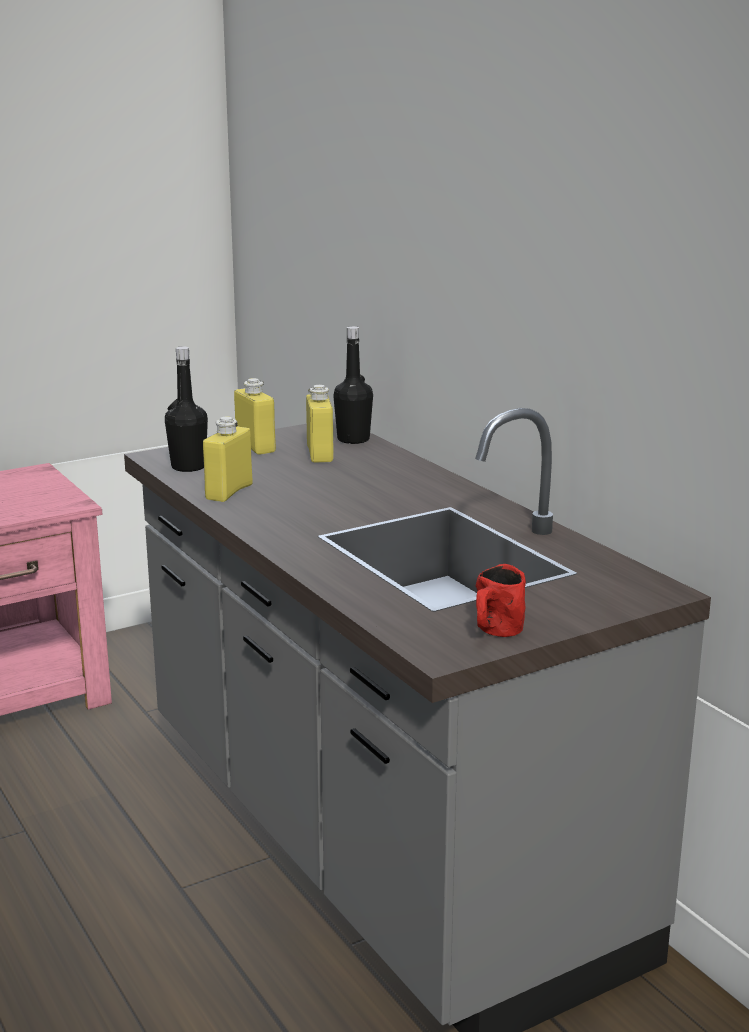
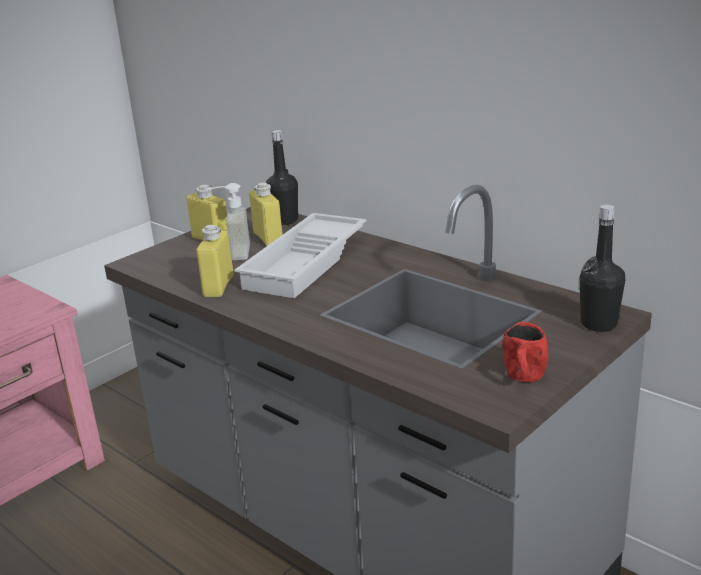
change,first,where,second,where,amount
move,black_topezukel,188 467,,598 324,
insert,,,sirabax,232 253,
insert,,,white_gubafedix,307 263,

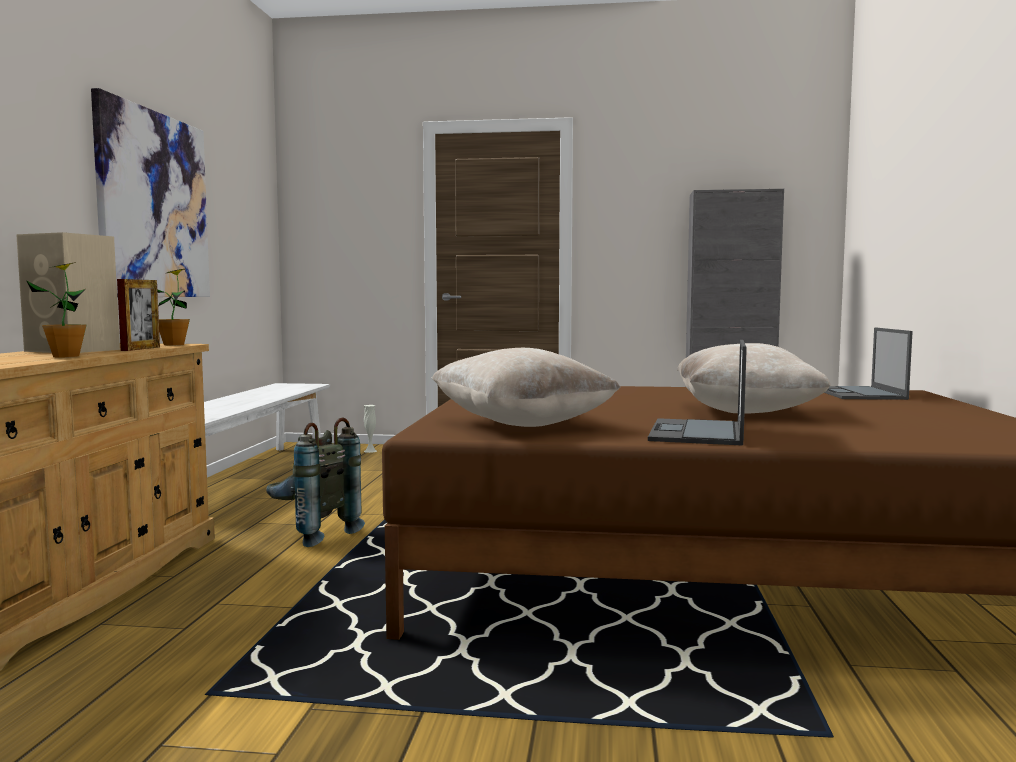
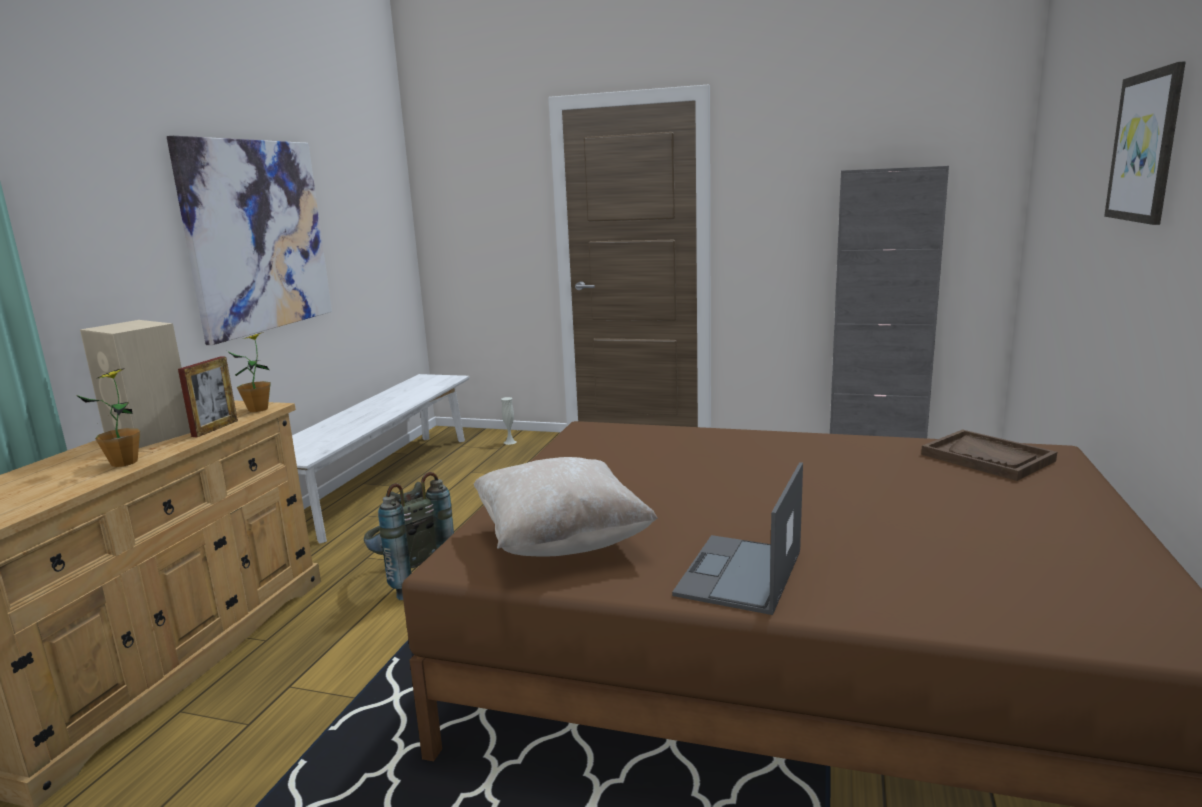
change,first,where,second,where,amount
delete,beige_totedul,746 412,,,
replace,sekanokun,859 394,brown_gubafedix,987 457,
insert,,,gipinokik,1146 147,

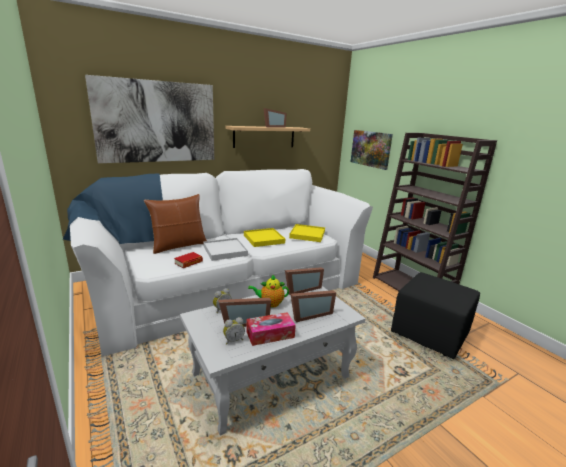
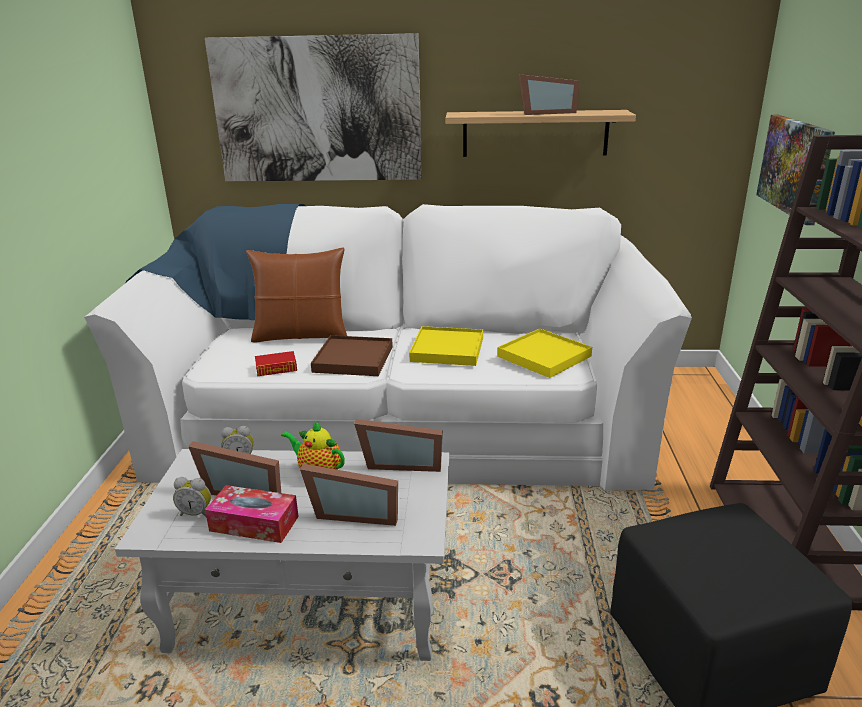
change,first,where,second,where,amount
recolor,white_gubafedix,225 251,brown_gubafedix,353 359,

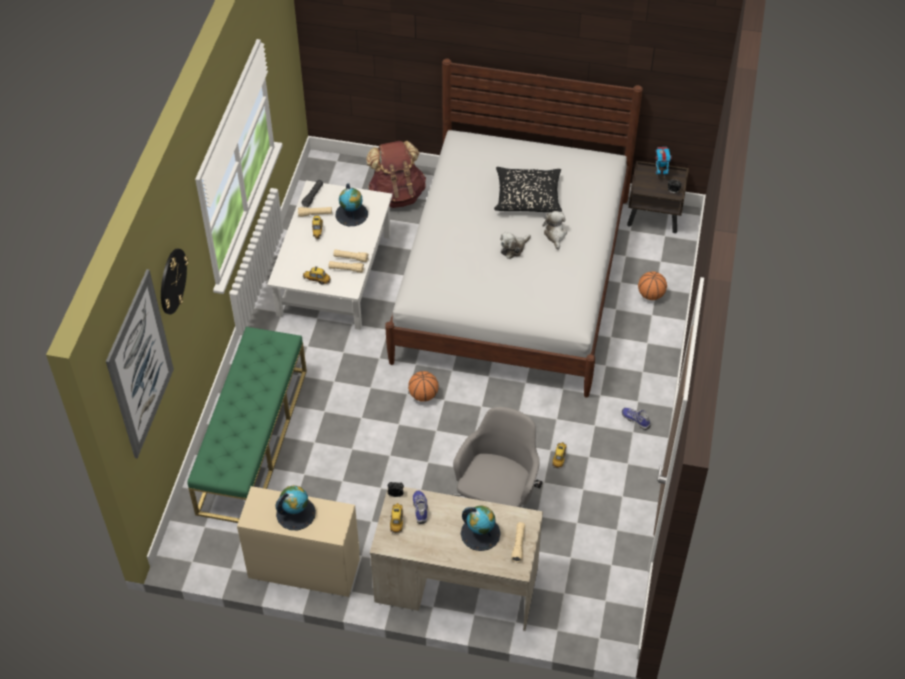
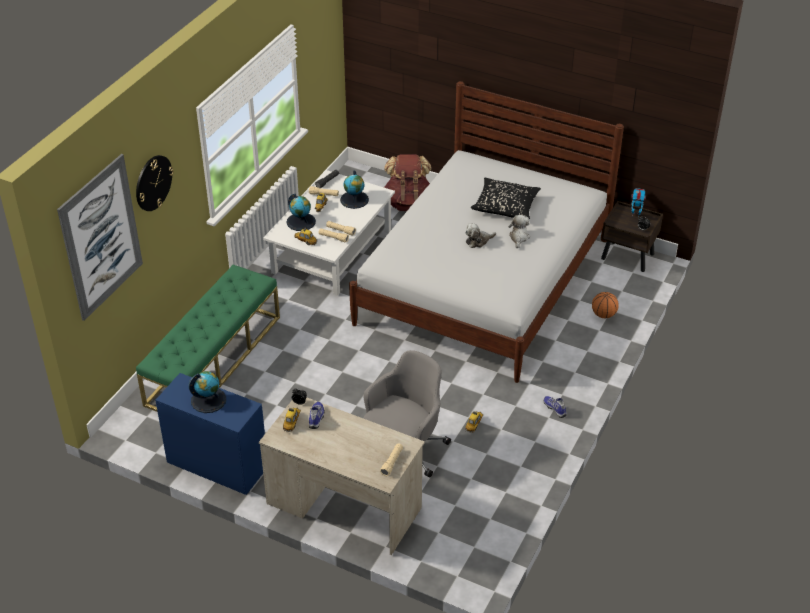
change,first,where,second,where,amount
recolor,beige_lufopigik,304 566,blue_lufopigik,217 463,
delete,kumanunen,423 395,,,
move,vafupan,480 533,,301 221,

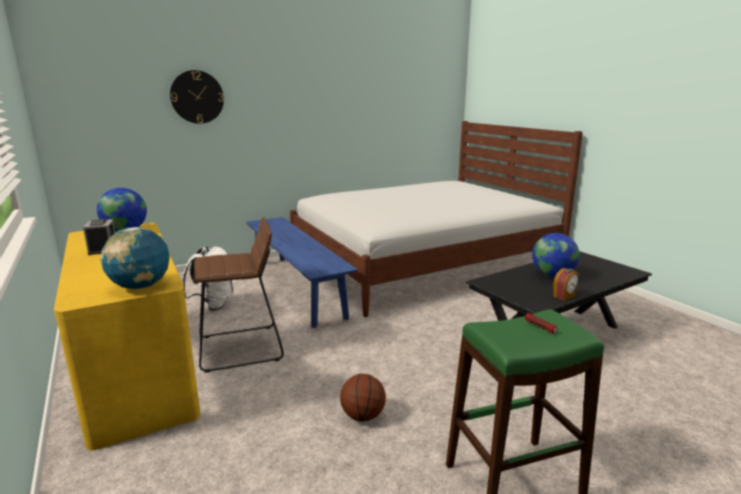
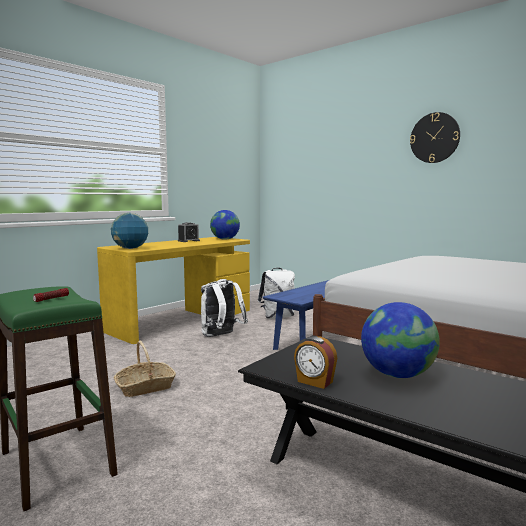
change,first,where,second,where,amount
move,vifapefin,197 97,,434 138,
replace,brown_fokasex,240 348,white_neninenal,221 336,
replace,kumanunen,363 416,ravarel,145 387,

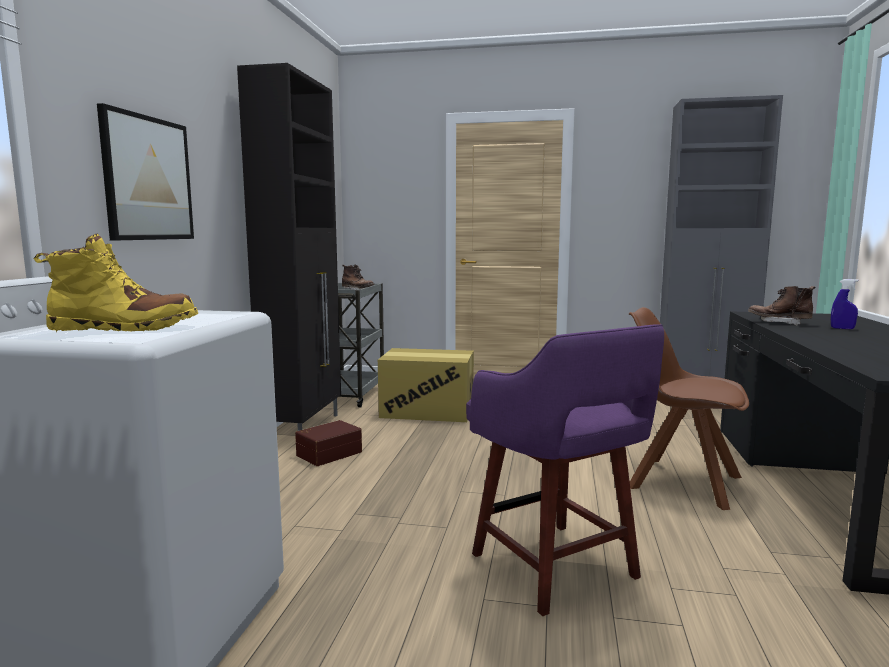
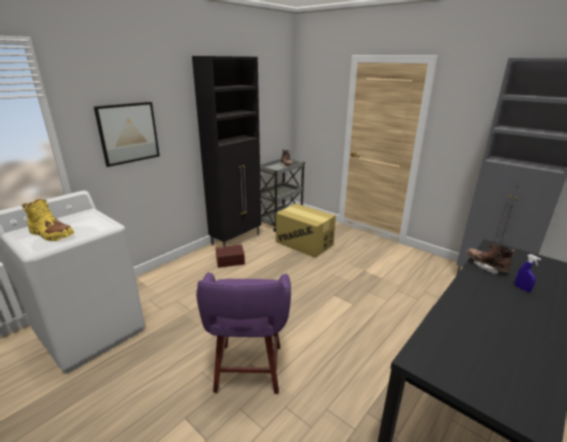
change,first,where,second,where,amount
delete,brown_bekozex,681 481,,,

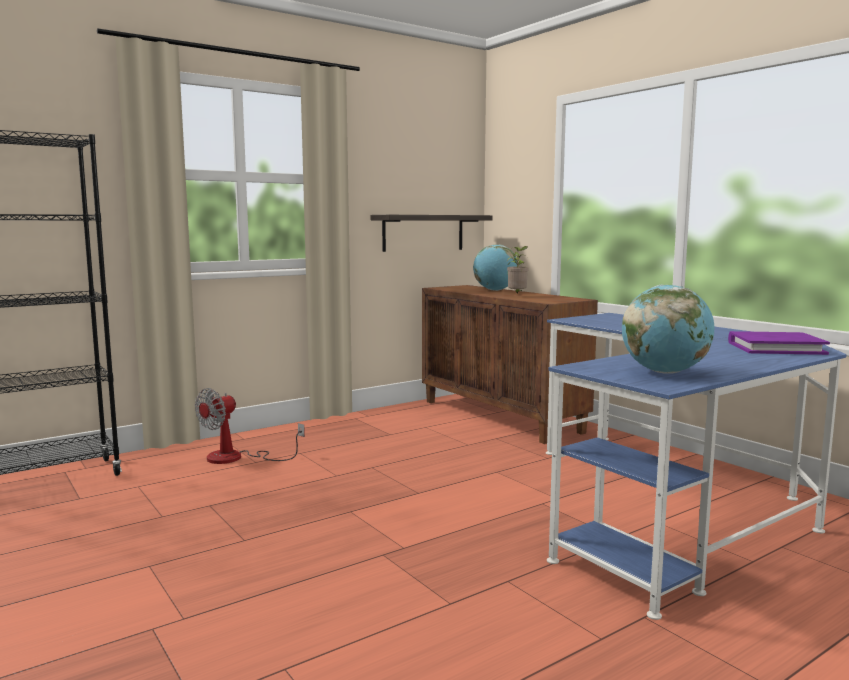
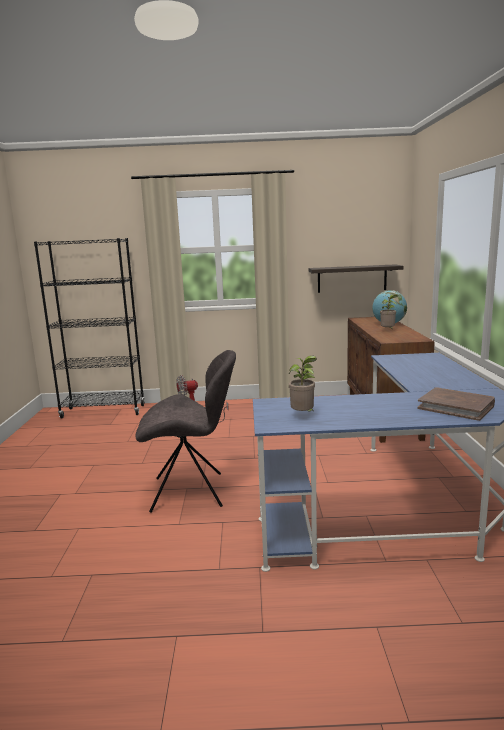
change,first,where,second,where,amount
replace,vafupan,664 372,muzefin,303 415,
recolor,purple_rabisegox,775 348,brown_rabisegox,456 407,
insert,,,grey_bekozex,191 492,

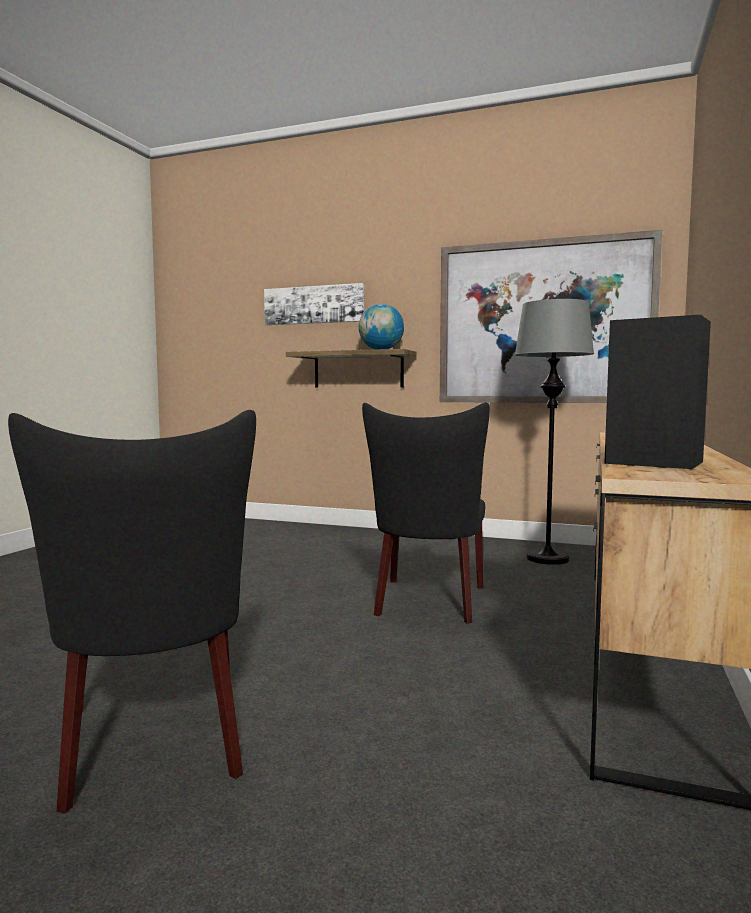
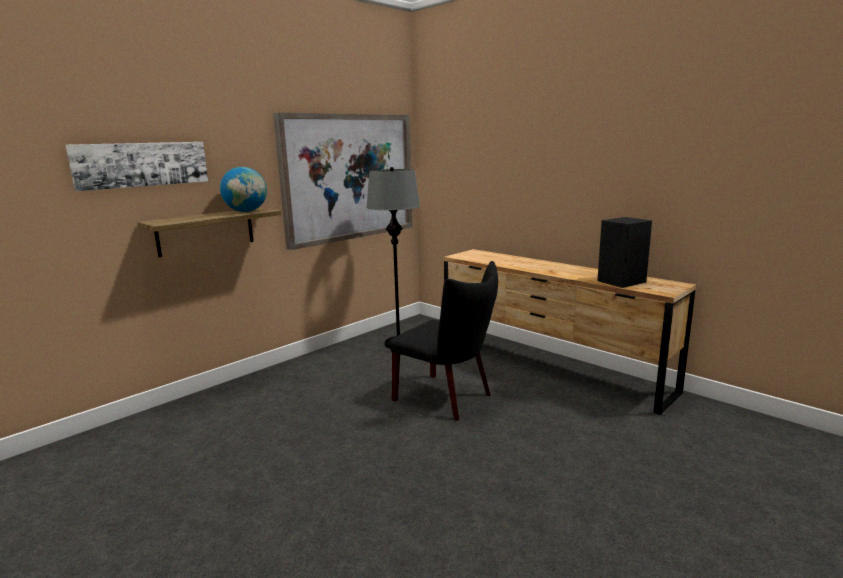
change,first,where,second,where,amount
delete,black_bekozex,155 747,,,

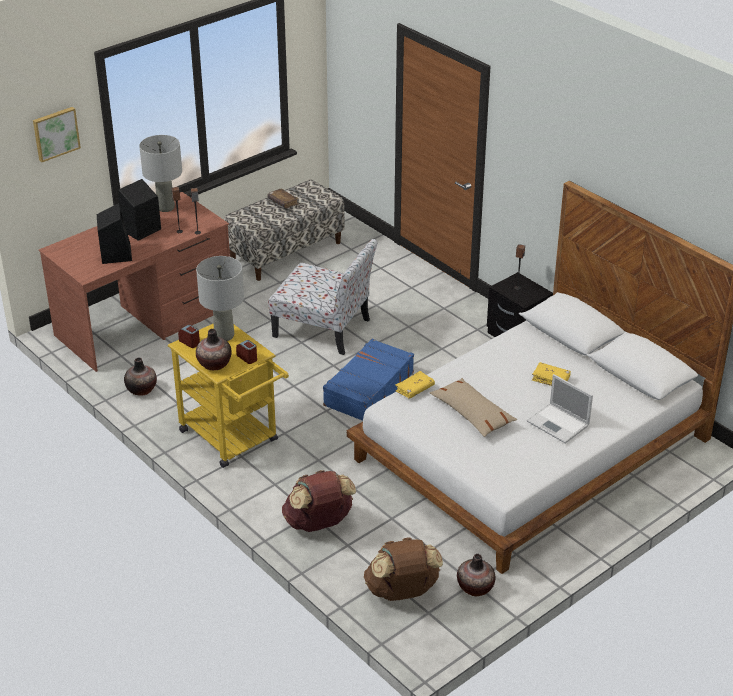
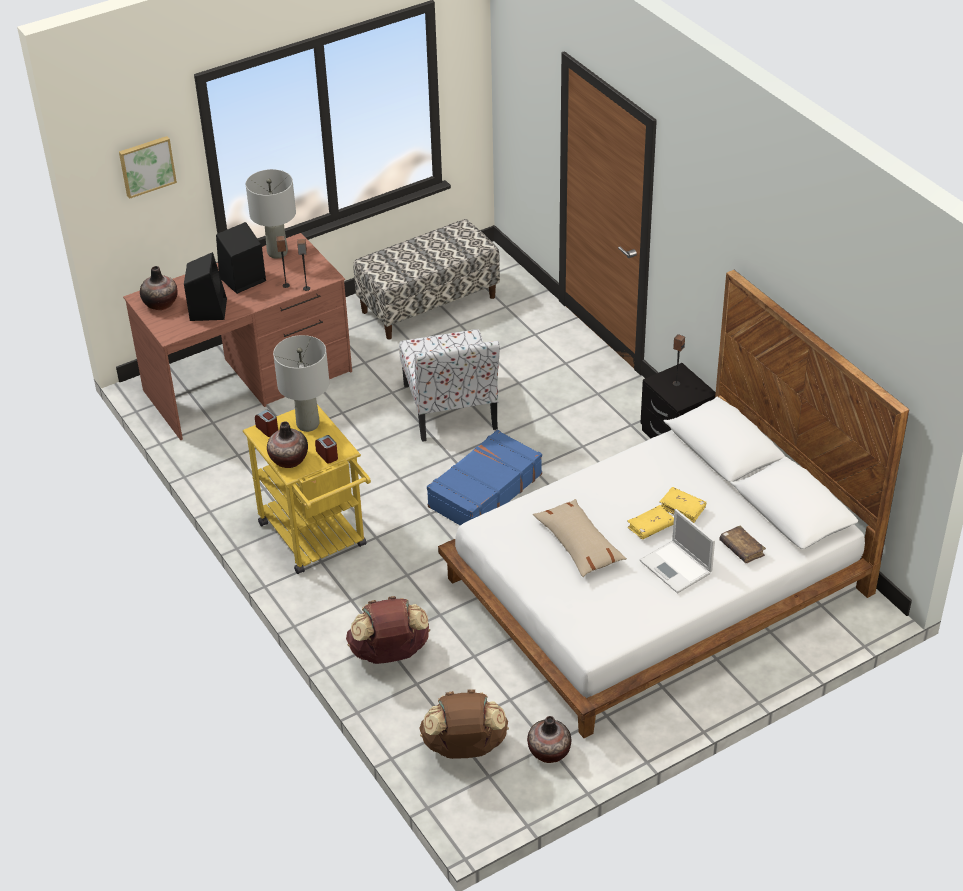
change,first,where,second,where,amount
move,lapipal,141 389,,161 303,
move,brown_rabisegox,283 202,,741 549,
rotate,bekozex,324 329,,451 408,45 degrees clockwise
move,yellow_rabisegox,414 389,,650 527,

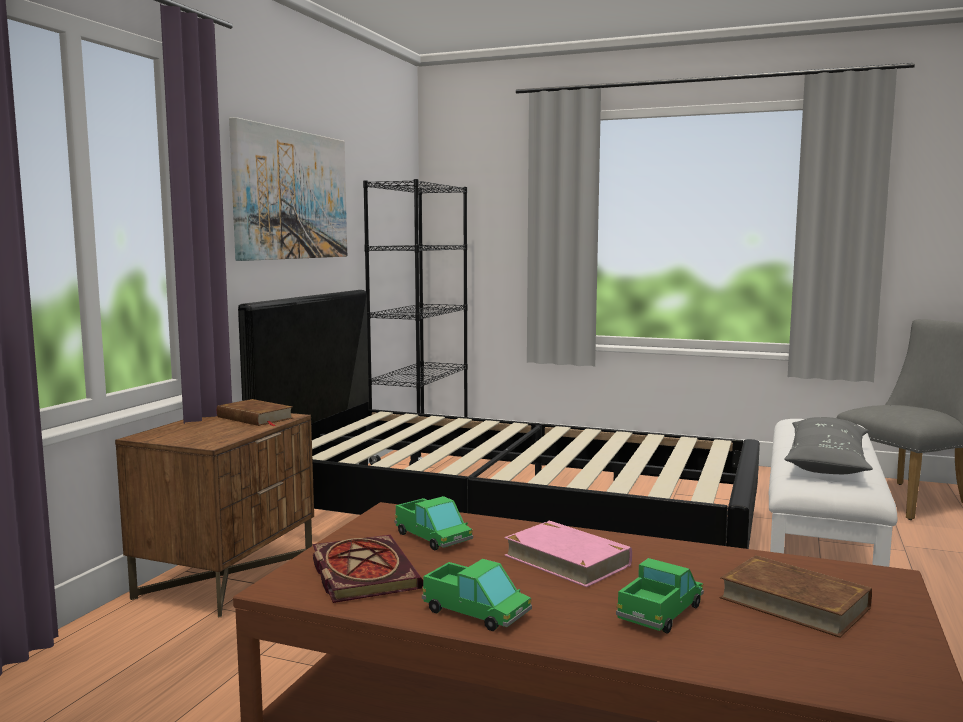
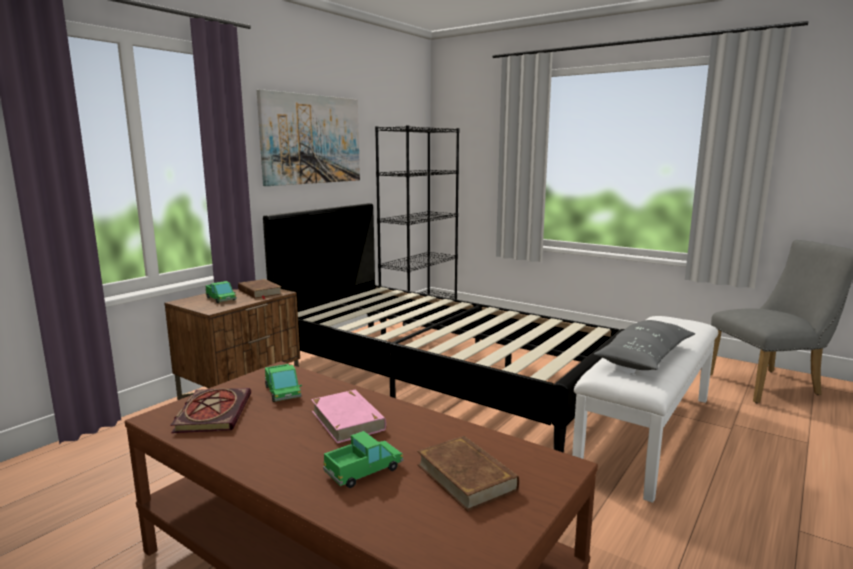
change,first,where,second,where,amount
move,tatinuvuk,476 612,,221 299,

